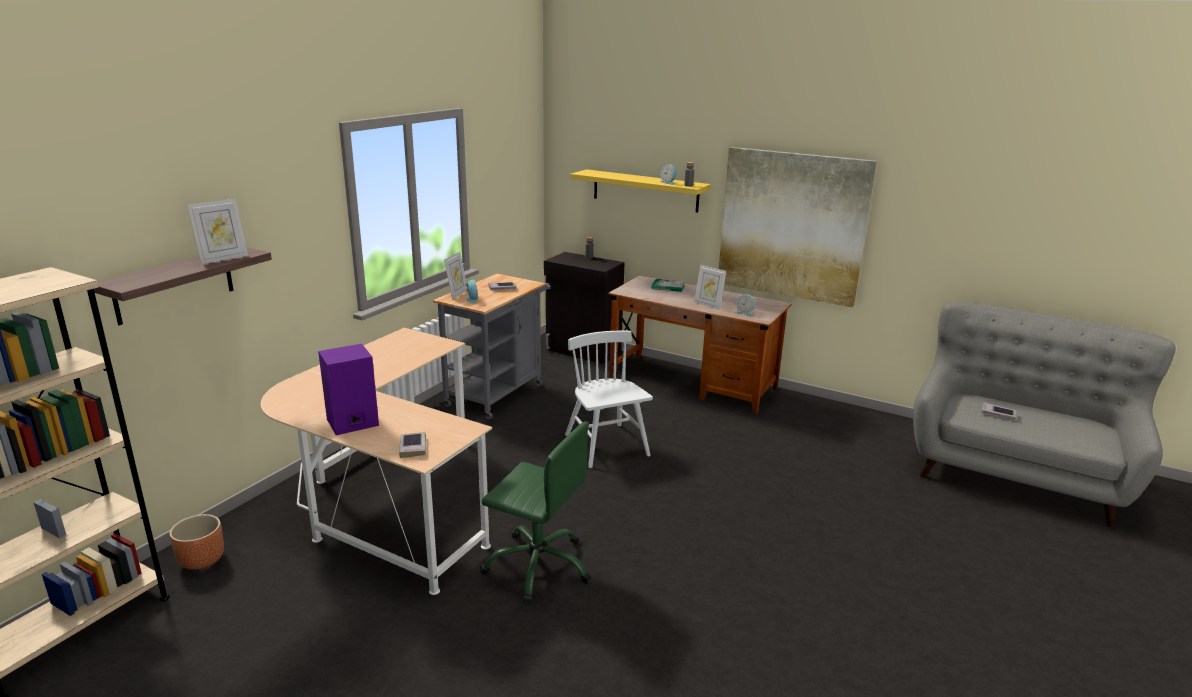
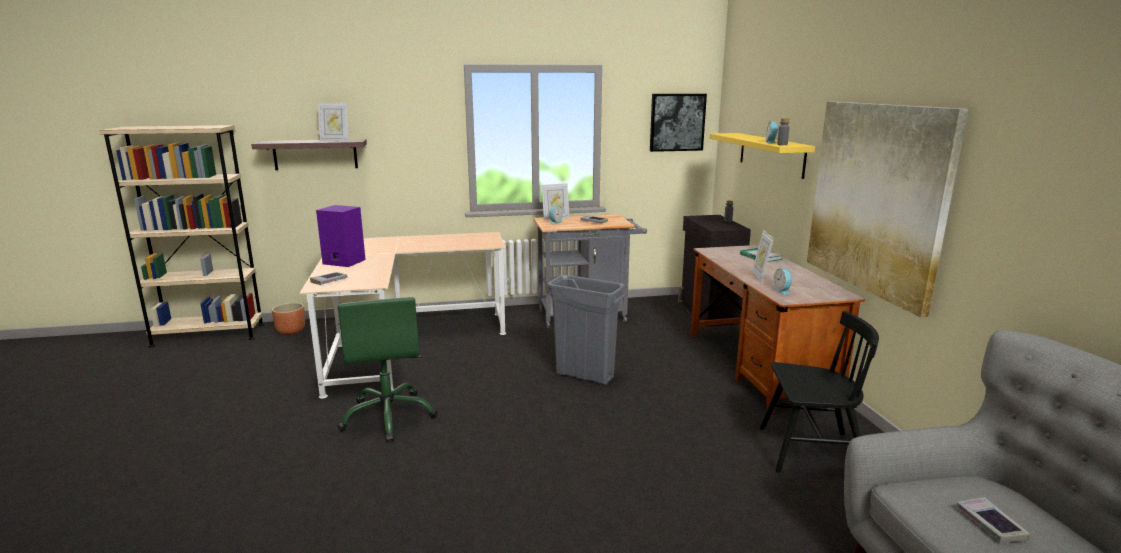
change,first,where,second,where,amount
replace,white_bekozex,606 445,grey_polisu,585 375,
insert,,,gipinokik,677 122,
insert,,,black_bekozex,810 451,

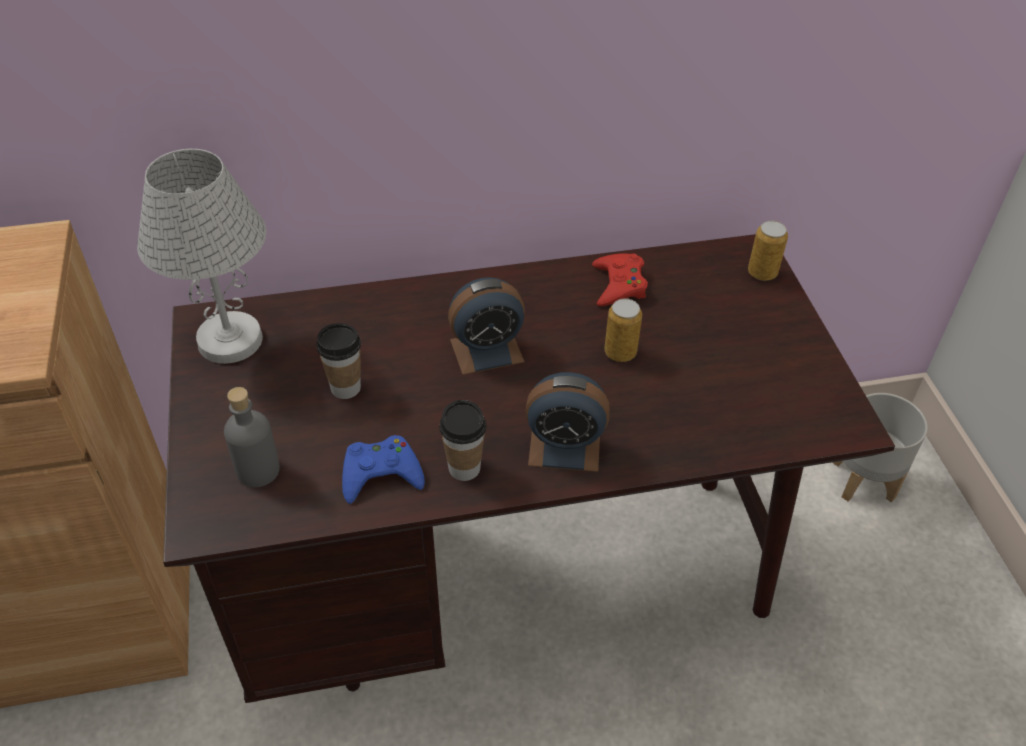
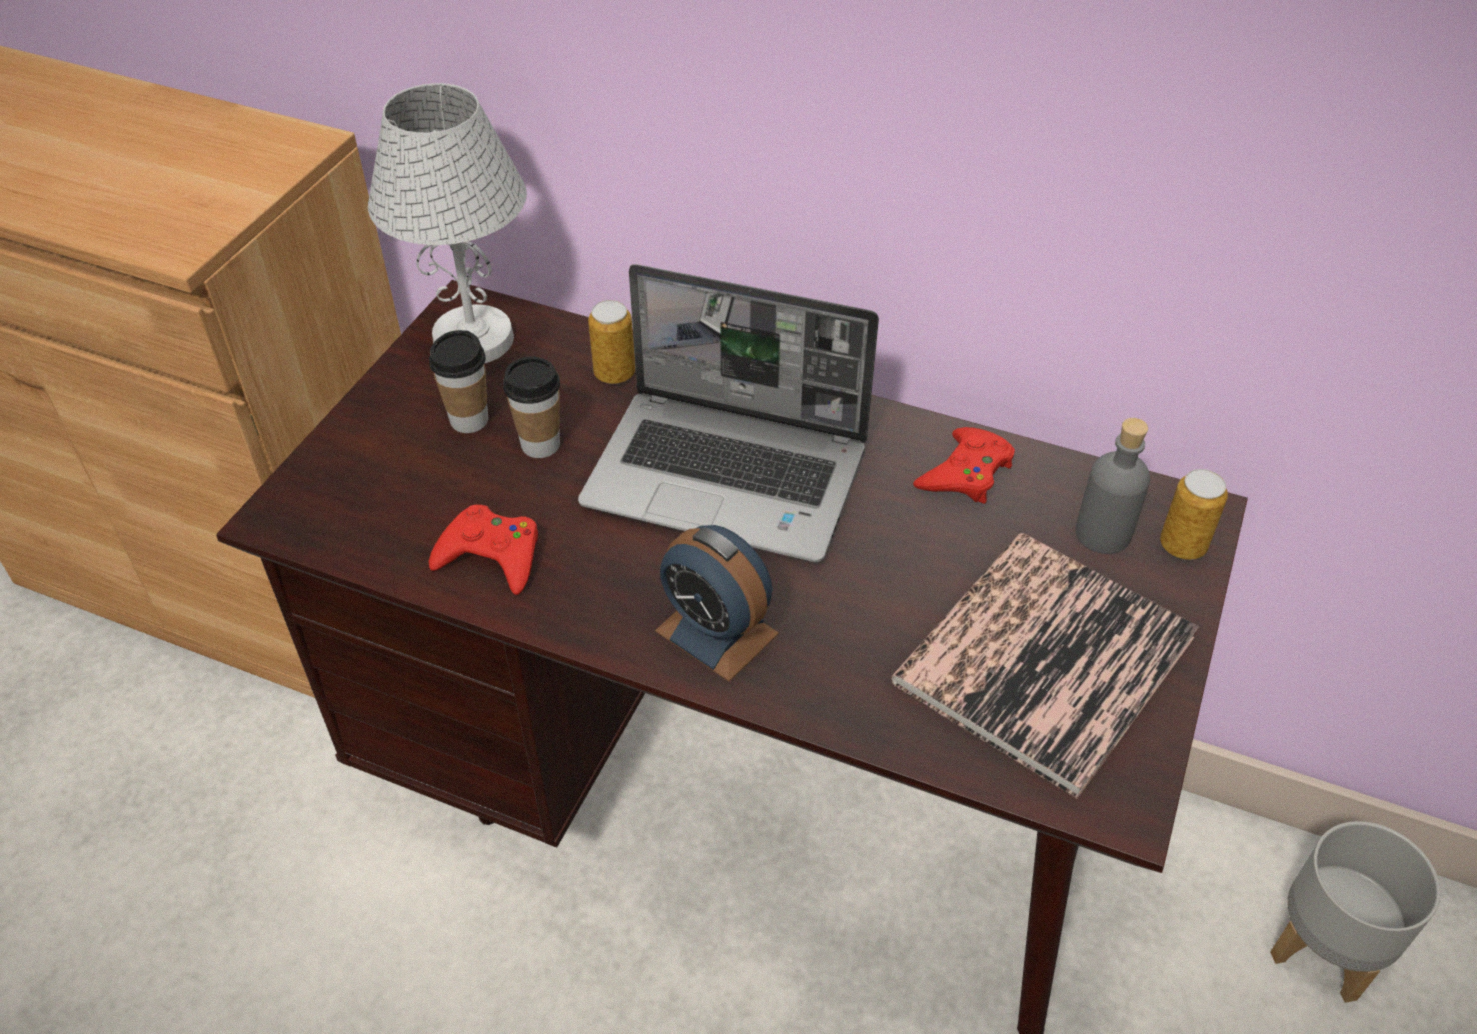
change,first,where,second,where,amount
move,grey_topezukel,258 470,,1103 534,
recolor,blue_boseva,381 474,red_boseva,491 556,
move,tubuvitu,464 468,,469 420,
replace,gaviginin,486 351,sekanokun,730 477,
move,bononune,620 352,,614 373,
insert,,,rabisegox,1044 660,

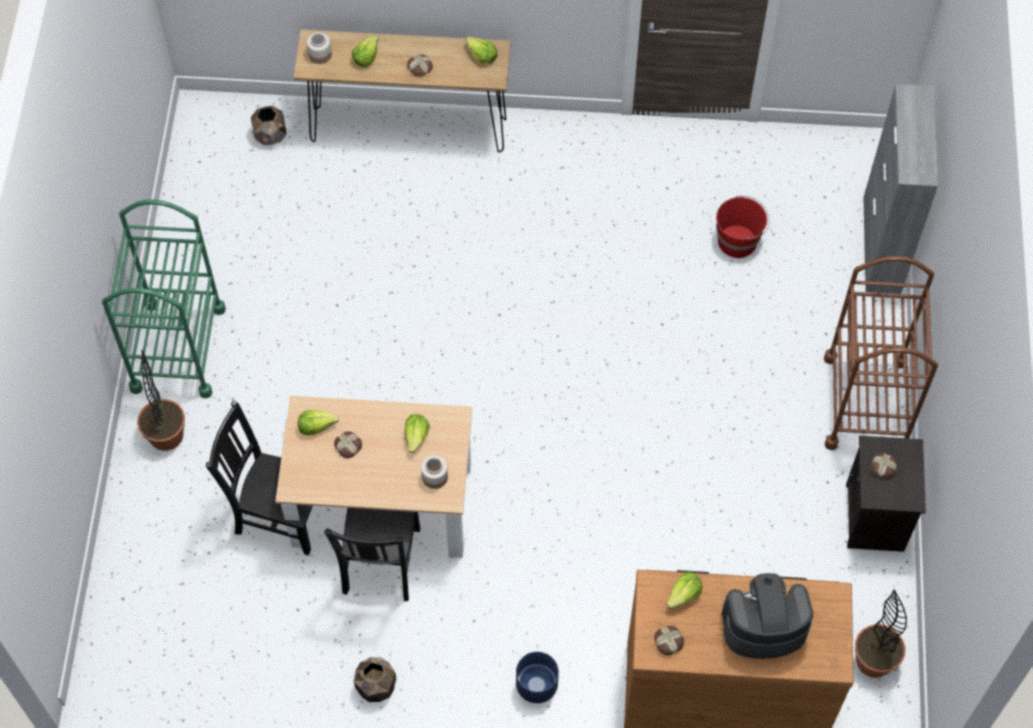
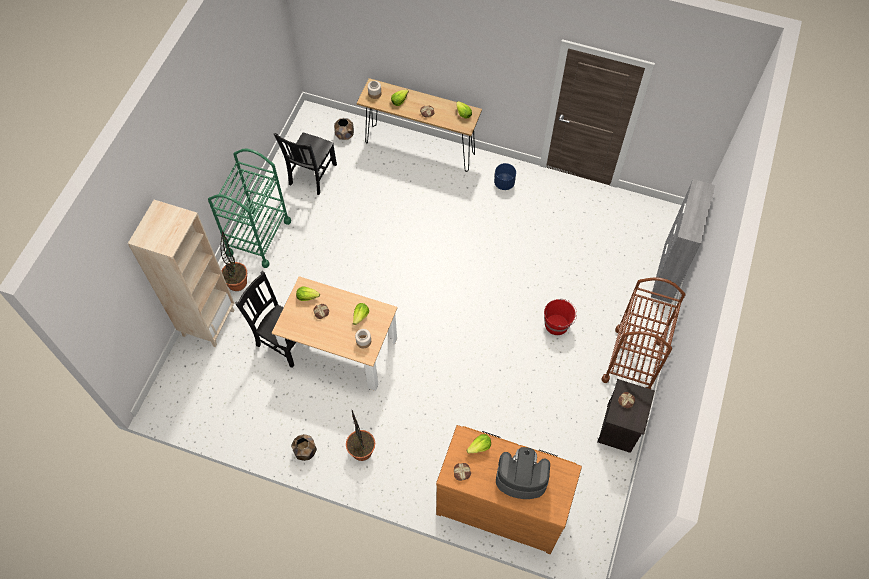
change,first,where,second,where,amount
move,black_bekozex,380 563,,311 175,
move,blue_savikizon,537 685,,504 183,
move,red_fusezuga,738 241,,557 324,
move,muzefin,874 660,,361 450,
insert,,,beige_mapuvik,208 322,

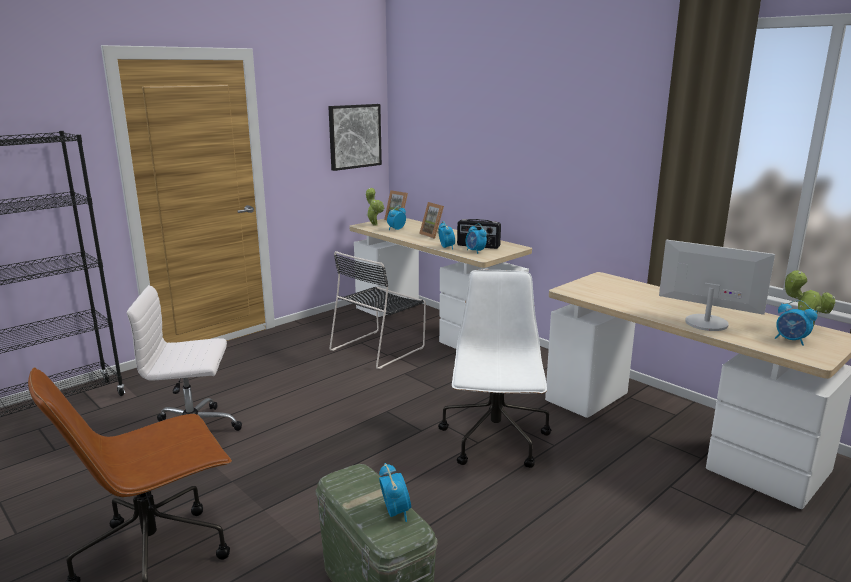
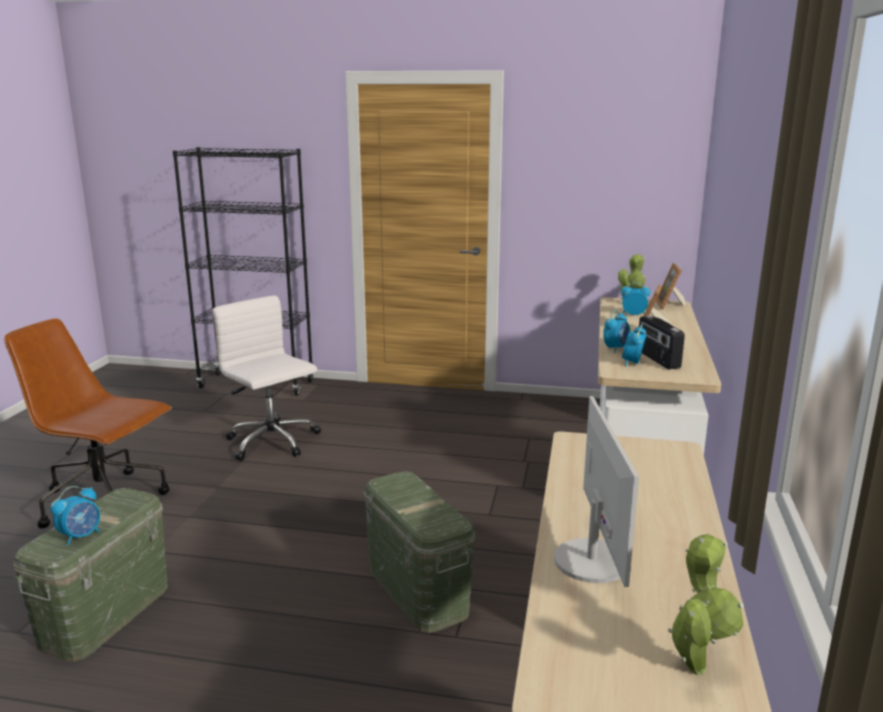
change,first,where,second,where,amount
delete,gipinokik,354 136,,,
delete,black_bekozex,379 348,,,
replace,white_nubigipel,495 441,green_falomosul,418 591,
delete,gaviginin,791 340,,,

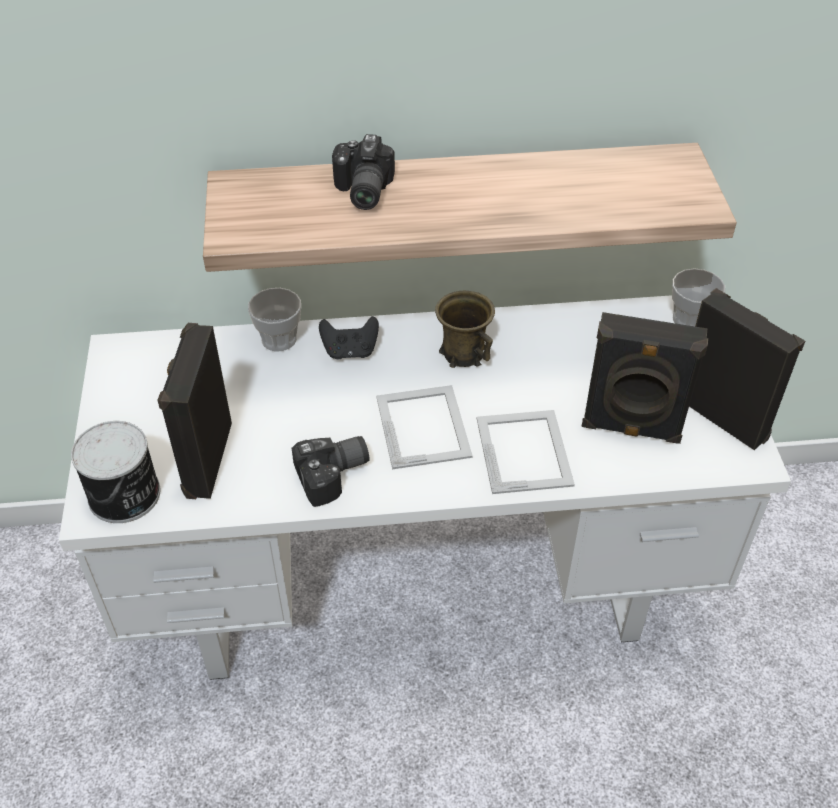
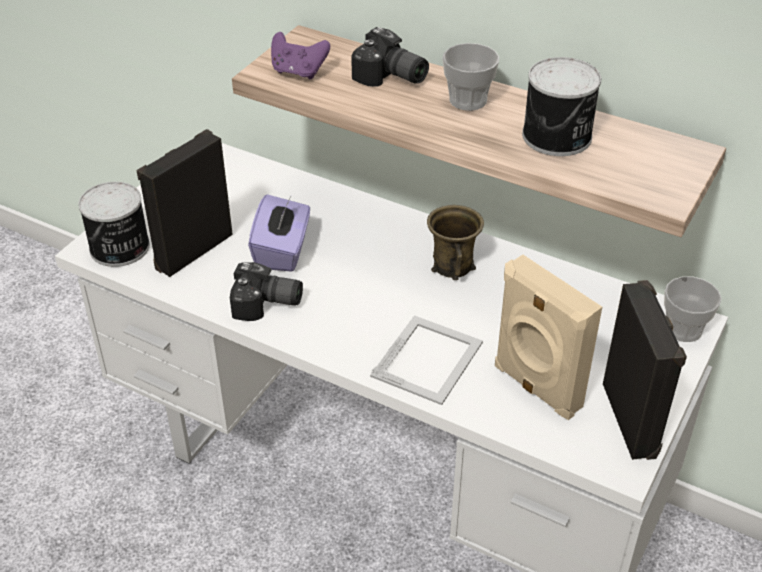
change,first,where,second,where,amount
move,tubuvitu,279 339,,468 100,
delete,black_boseva,350 351,,,
rotate,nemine,361 191,,390 78,90 degrees counterclockwise
delete,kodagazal,423 425,,,
recolor,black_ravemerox,631 429,beige_ravemerox,535 388,
insert,,,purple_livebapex,282 251,
insert,,,purple_boseva,298 72,
insert,,,bononune,558 137,

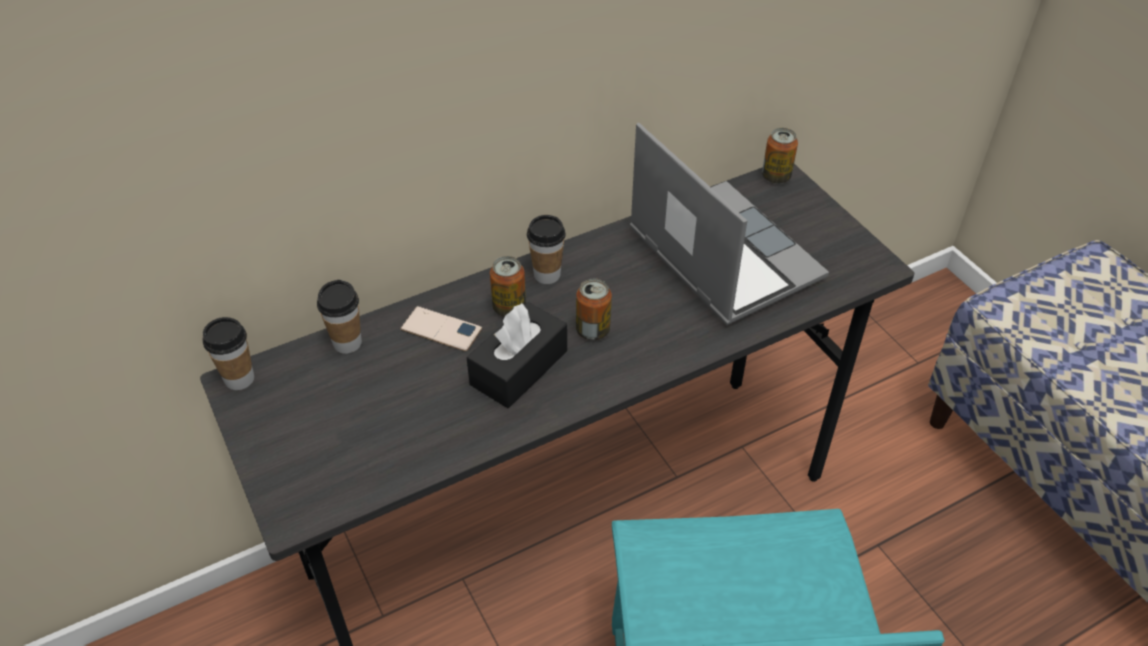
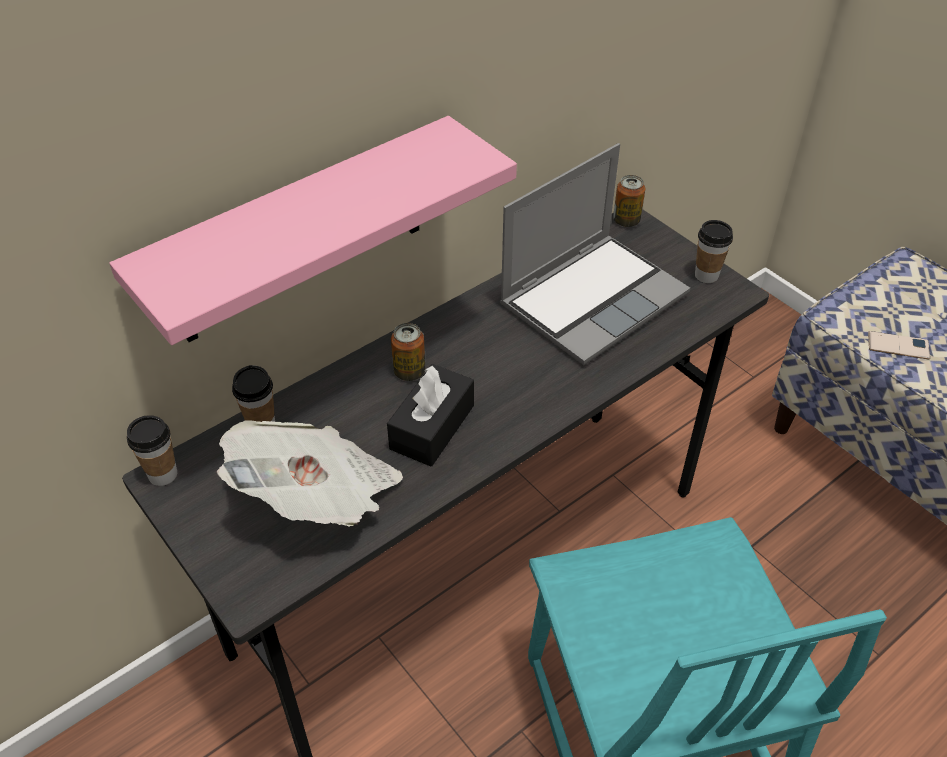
change,first,where,second,where,amount
move,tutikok,441 329,,898 346,
move,tubuvitu,547 275,,706 275,
delete,bononune,593 330,,,
rotate,sekanokun,720 255,,593 298,90 degrees clockwise
insert,,,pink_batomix,301 233,
insert,,,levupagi,319 496,

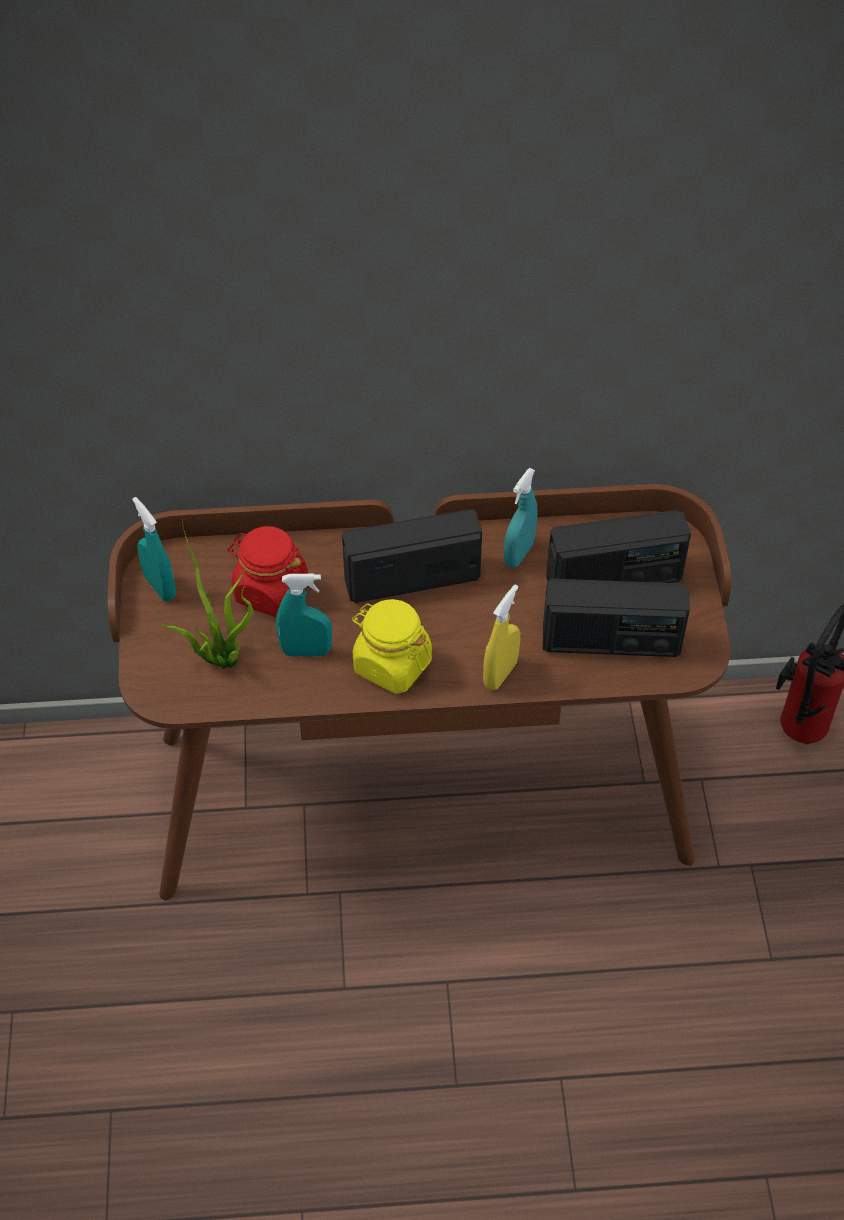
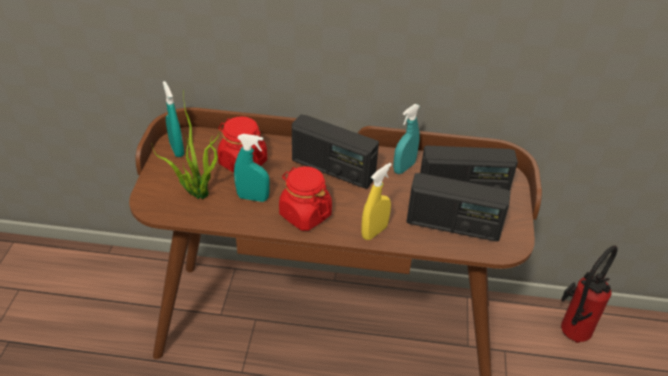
change,first,where,second,where,amount
rotate,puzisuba,412 577,,333 169,150 degrees counterclockwise
recolor,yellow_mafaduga,392 665,red_mafaduga,305 214,

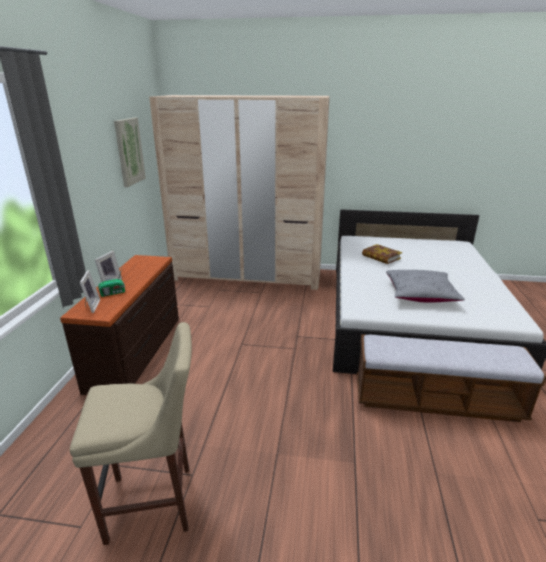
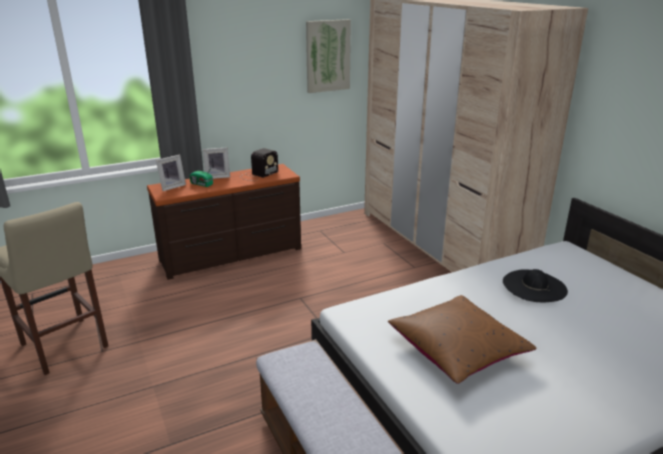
change,first,where,second,where,amount
replace,rabisegox,381 257,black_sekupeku,534 286,
recolor,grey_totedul,420 294,brown_totedul,457 350,
insert,,,puzisuba,258 175,

